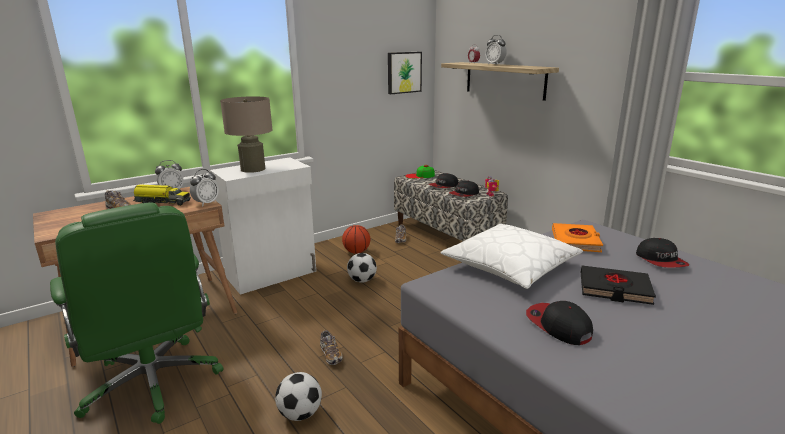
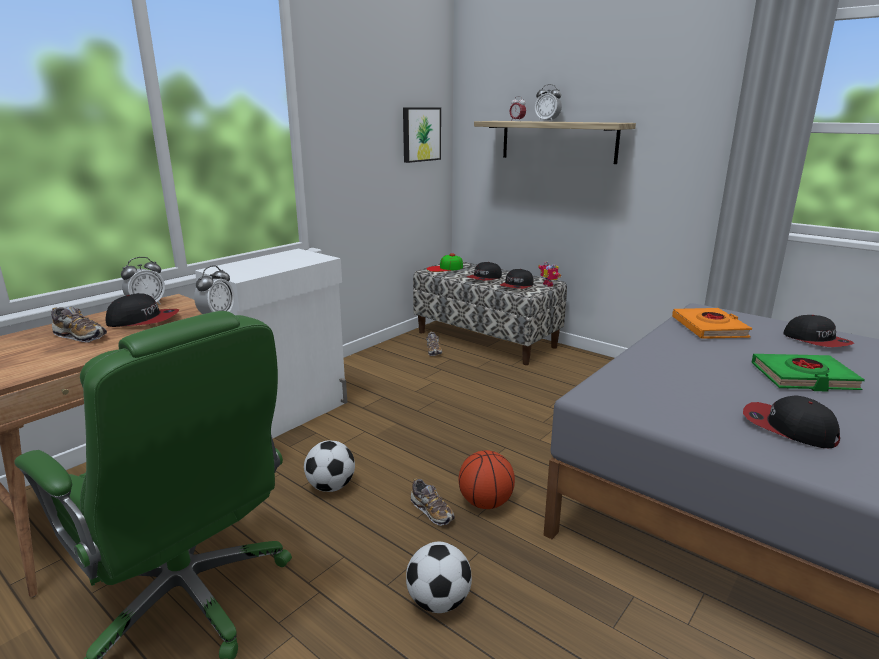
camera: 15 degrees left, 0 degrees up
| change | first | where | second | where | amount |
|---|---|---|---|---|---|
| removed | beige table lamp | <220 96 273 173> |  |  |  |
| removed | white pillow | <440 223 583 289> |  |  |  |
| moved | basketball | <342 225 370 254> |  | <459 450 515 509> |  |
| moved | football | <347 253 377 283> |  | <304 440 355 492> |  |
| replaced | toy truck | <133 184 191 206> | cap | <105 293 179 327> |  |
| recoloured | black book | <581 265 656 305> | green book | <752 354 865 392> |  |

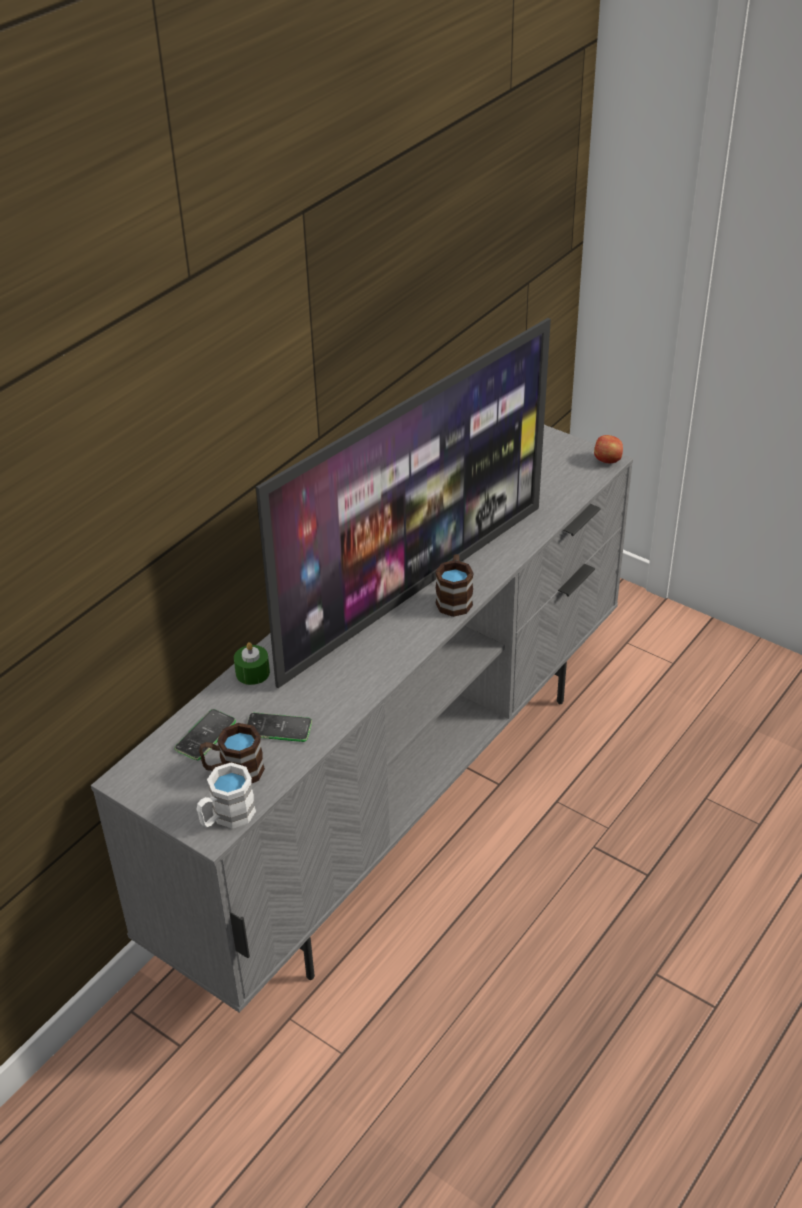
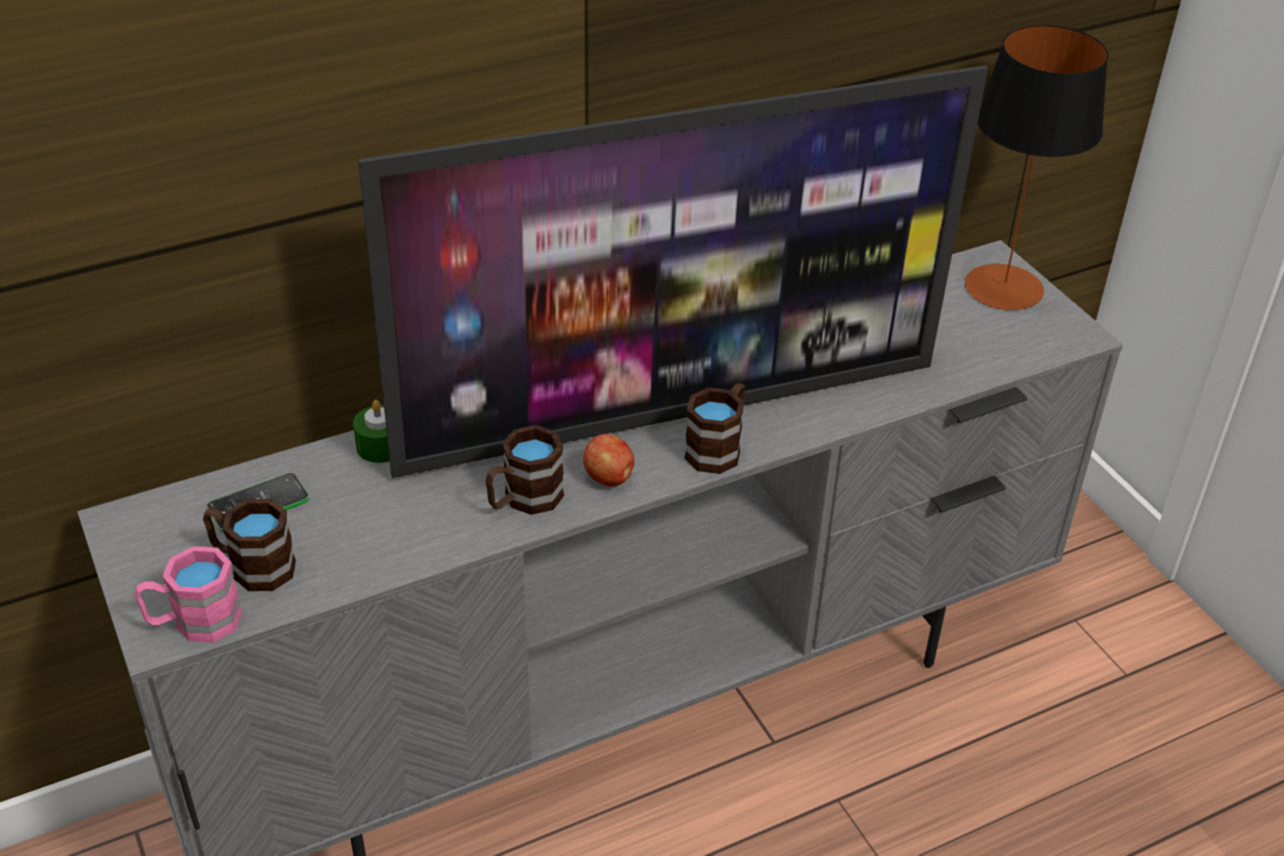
camera: 25 degrees right, 0 degrees up
| change | first | where | second | where | amount |
|---|---|---|---|---|---|
| removed | phone | <247 712 312 742> |  |  |  |
| added |  |  | brown mug | <485 425 564 515> |  |
| added |  |  | table lamp | <965 25 1108 310> |  |
| moved | apple | <594 435 623 463> |  | <583 434 634 486> |  |
| recoloured | white mug | <197 762 256 829> | pink mug | <135 546 242 643> |  |

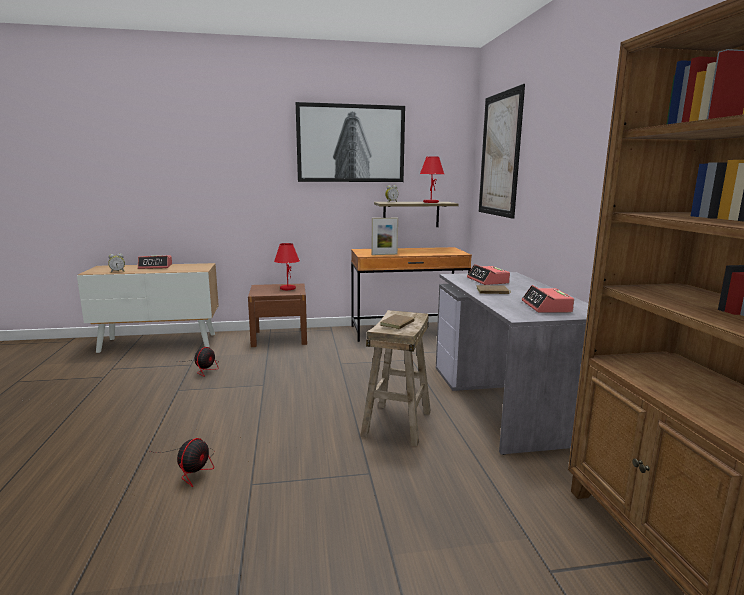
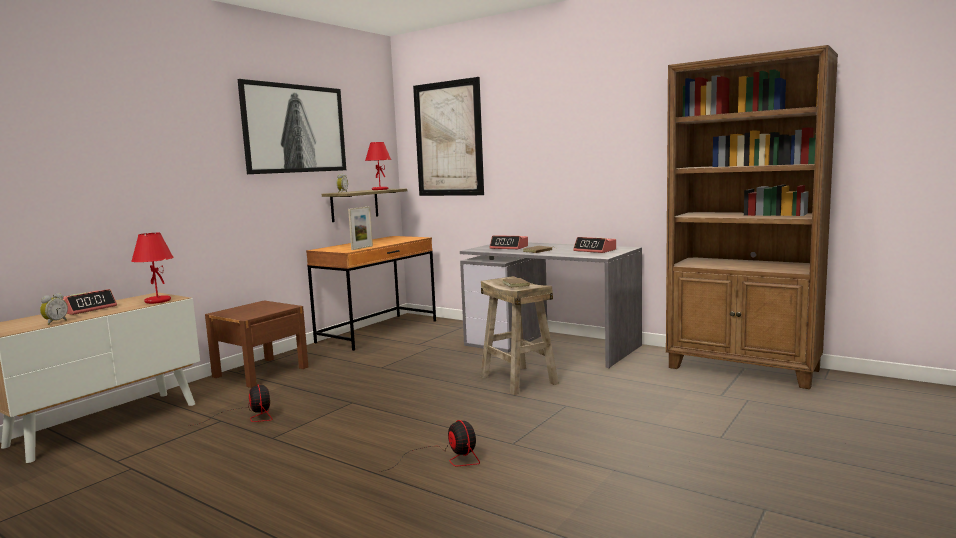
camera: 45 degrees left, 5 degrees down
| change | first | where | second | where | amount |
|---|---|---|---|---|---|
| moved | red table lamp | <274 243 300 290> |  | <131 233 174 304> |  |

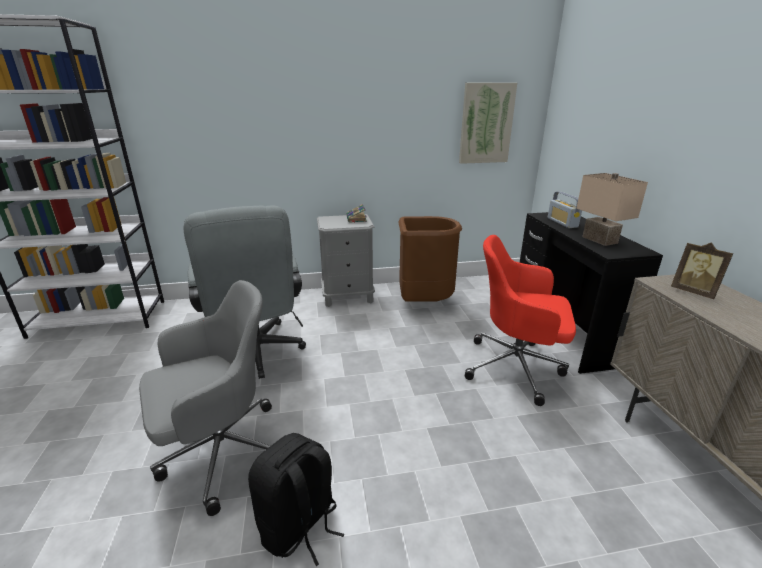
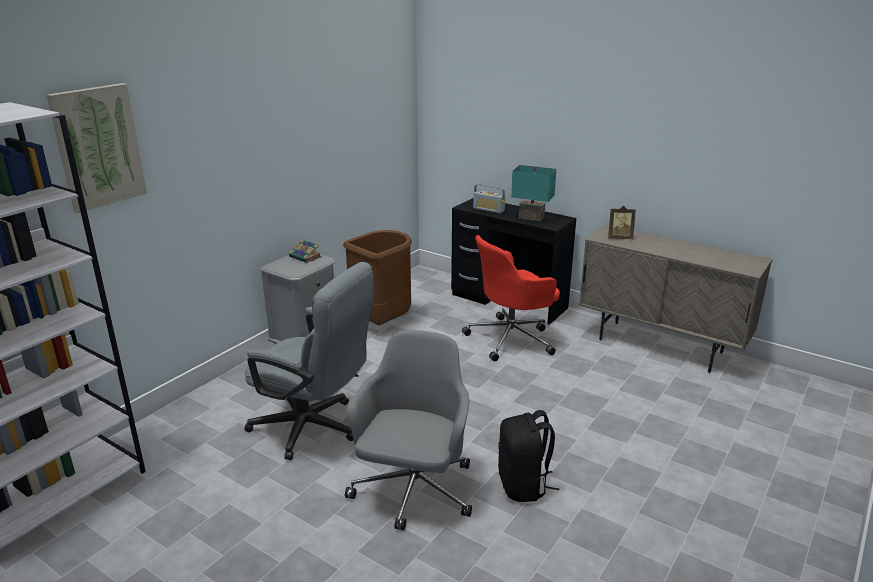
camera: 45 degrees left, 0 degrees up
| change | first | where | second | where | amount |
|---|---|---|---|---|---|
| moved | picture | <459 83 517 164> |  | <47 83 147 213> |  |
| recoloured | beige table lamp | <576 173 648 246> | turquoise table lamp | <511 165 556 221> |  |

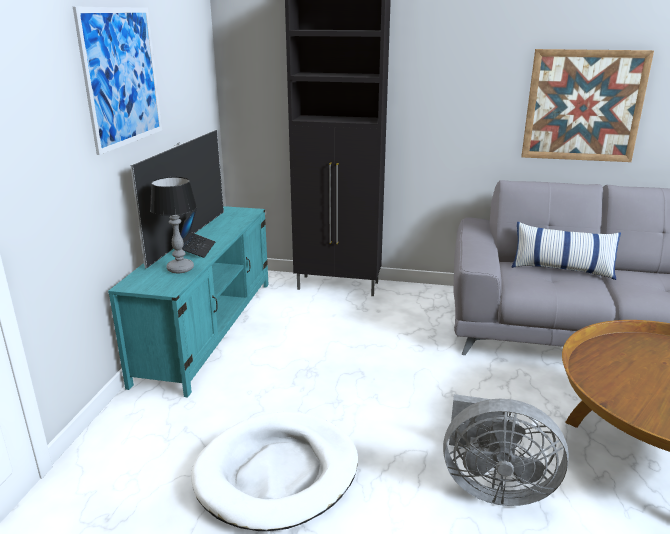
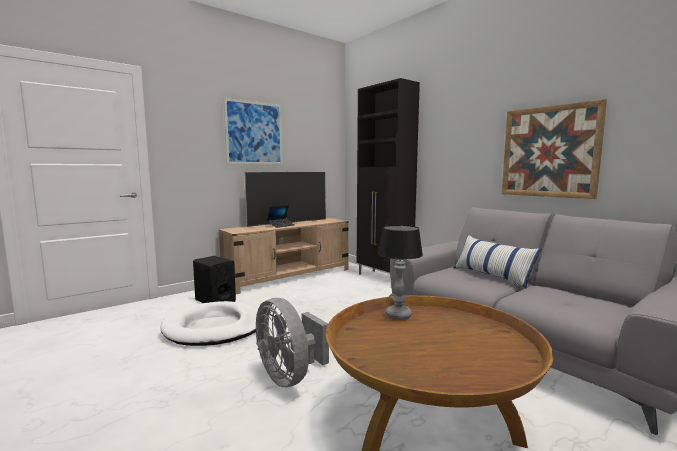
camera: 40 degrees right, 15 degrees down
| change | first | where | second | where | amount |
|---|---|---|---|---|---|
| added |  |  | black speaker | <193 256 236 303> |  |
| moved | table lamp | <150 177 197 273> |  | <378 225 423 320> |  |
| recoloured | turquoise tv stand | <108 206 269 397> | beige tv stand | <219 218 349 294> |  |

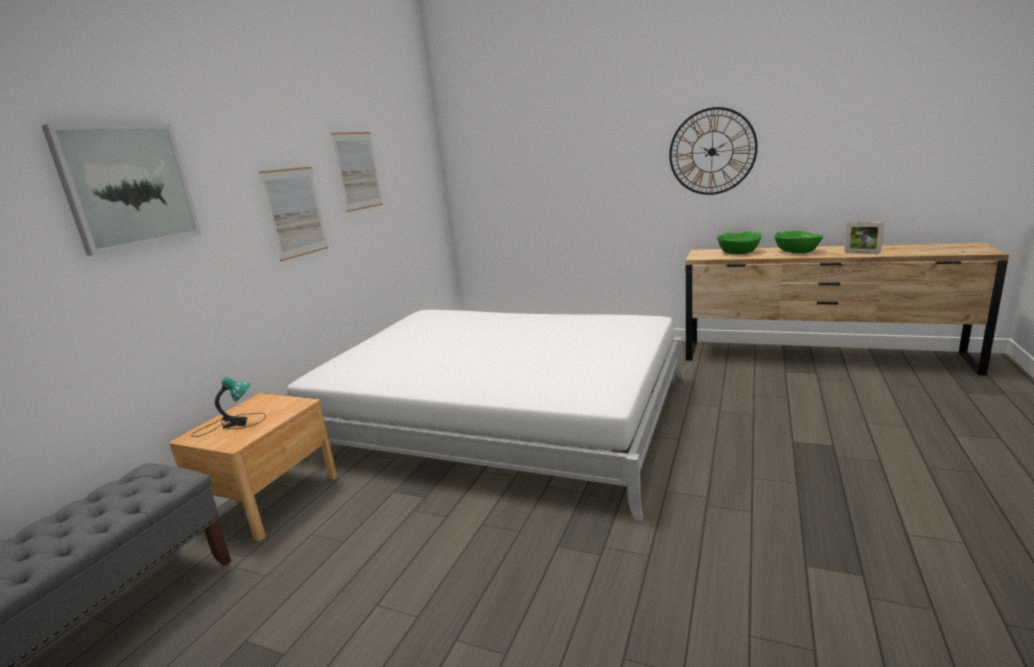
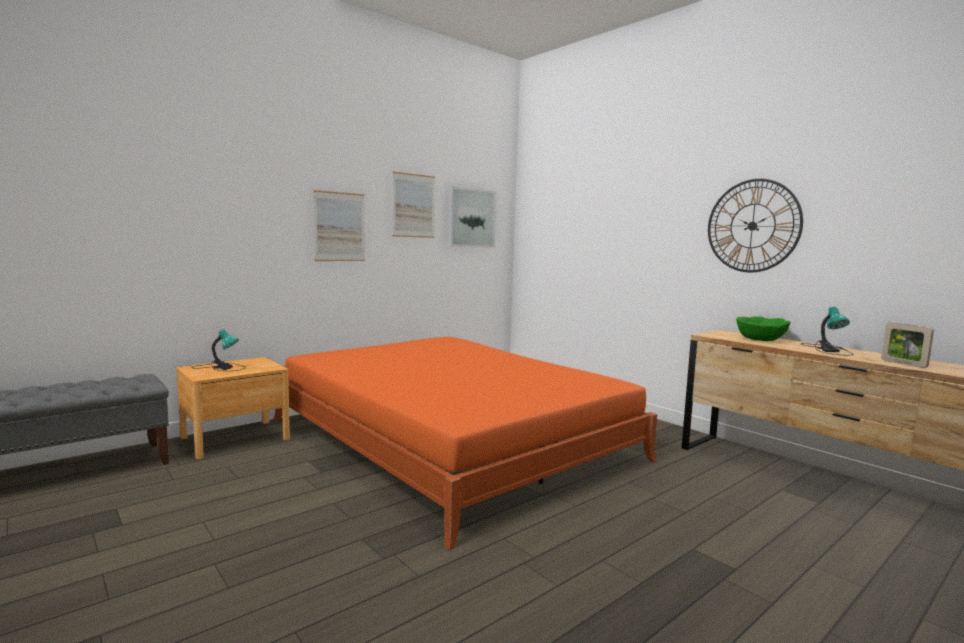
camera: 25 degrees right, 10 degrees down
| change | first | where | second | where | amount |
|---|---|---|---|---|---|
| moved | picture | <41 124 201 256> |  | <448 187 496 248> |  |
| replaced | green bowl | <774 230 823 253> | table lamp | <801 306 853 356> |  |
| recoloured | white bed | <287 310 684 522> | orange bed | <273 337 657 551> |  |

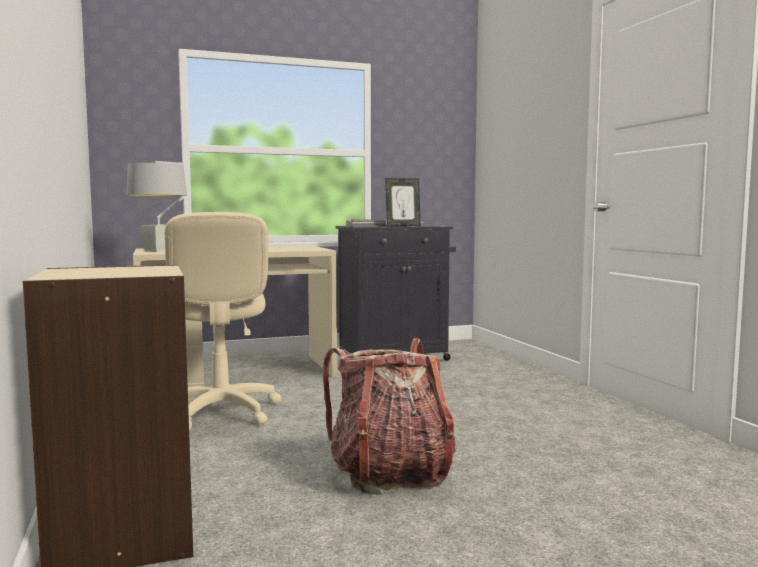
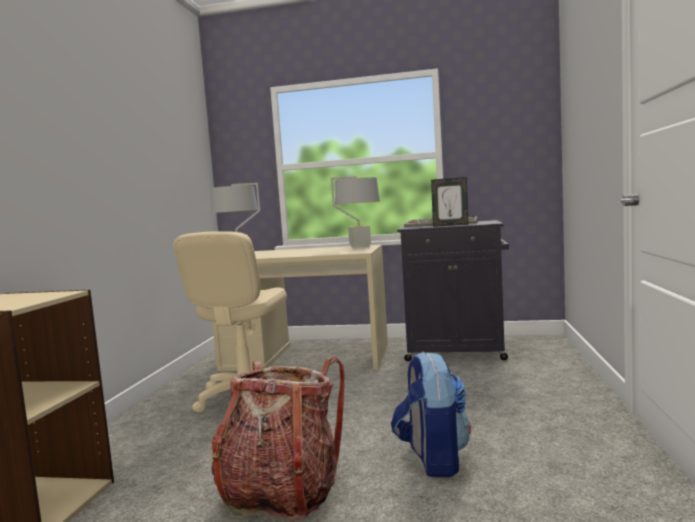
camera: 30 degrees right, 0 degrees up
| change | first | where | second | where | amount |
|---|---|---|---|---|---|
| added |  |  | grey table lamp | <331 176 380 248> |  |
| added |  |  | backpack | <391 351 471 477> |  |

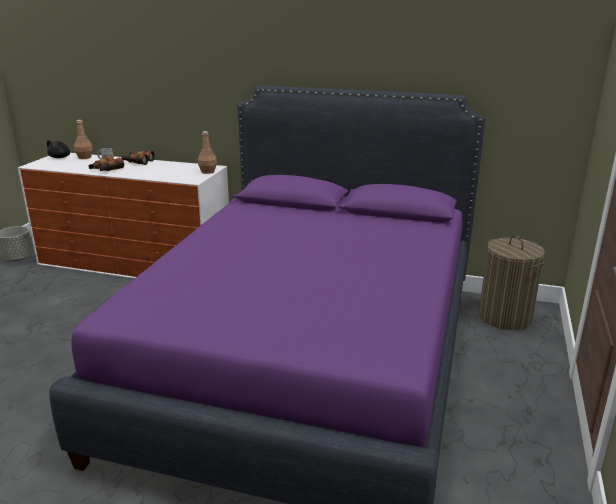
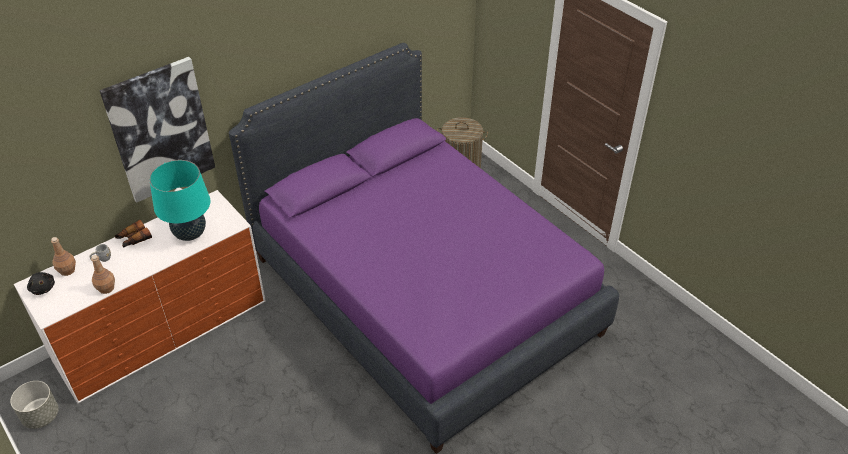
camera: 55 degrees left, 20 degrees up
| change | first | where | second | where | amount |
|---|---|---|---|---|---|
| removed | binoculars | <88 156 124 171> |  |  |  |
| added |  |  | picture | <100 57 215 203> |  |
| added |  |  | turquoise table lamp | <149 160 211 241> |  |
| moved | brown bottle | <198 131 217 174> |  | <91 255 115 294> |  |

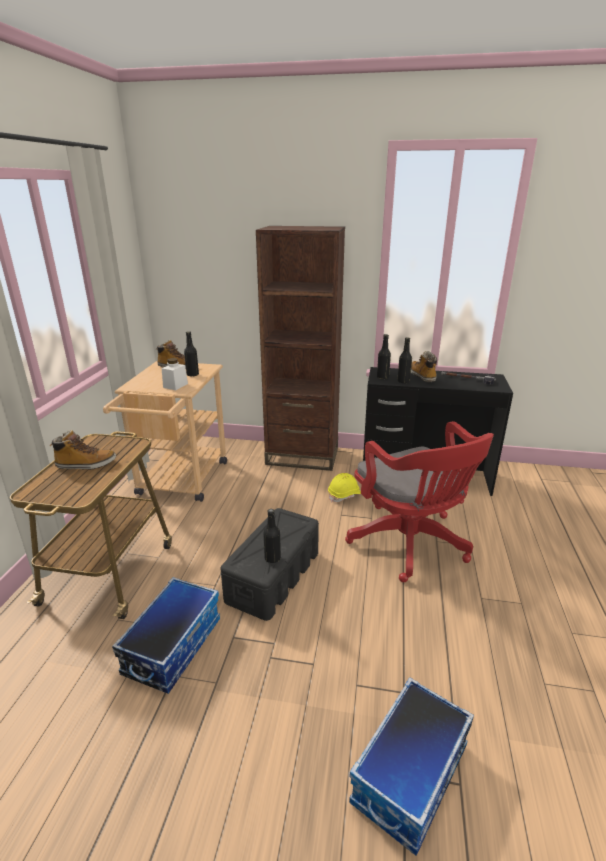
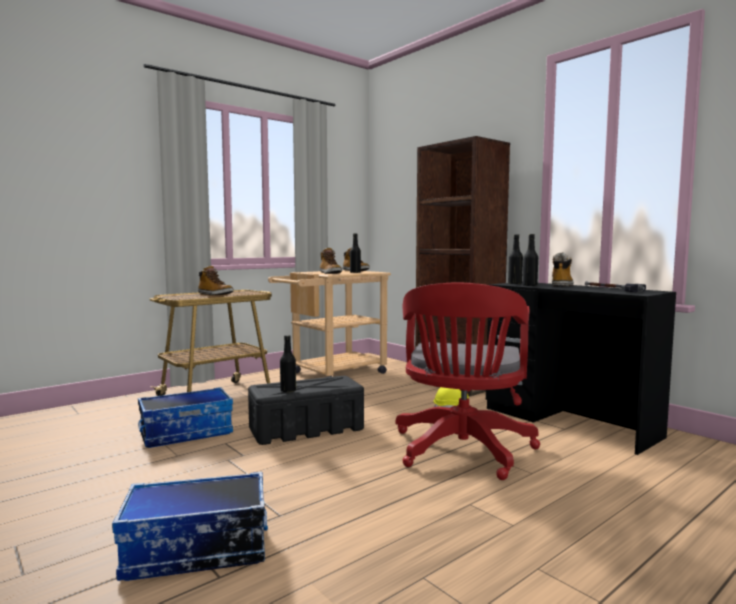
camera: 40 degrees right, 20 degrees down
| change | first | where | second | where | amount |
|---|---|---|---|---|---|
| replaced | white jar | <162 358 188 390> | boot | <320 247 342 274> |  |

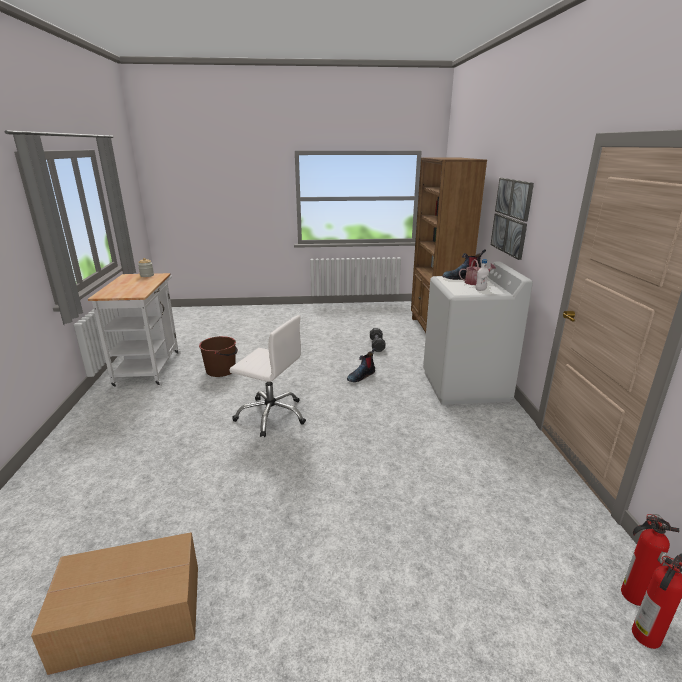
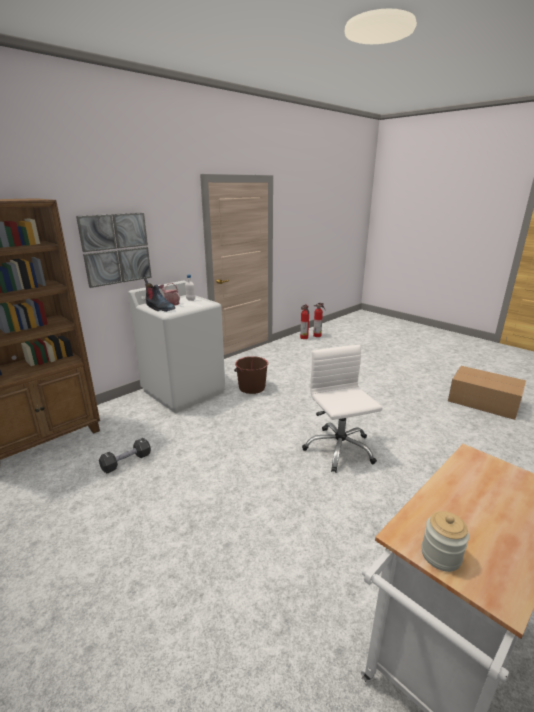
camera: 130 degrees left, 0 degrees up
| change | first | where | second | where | amount |
|---|---|---|---|---|---|
| removed | boot | <347 347 376 382> |  |  |  |
| moved | brown bucket | <199 336 238 377> |  | <234 356 268 394> |  |

